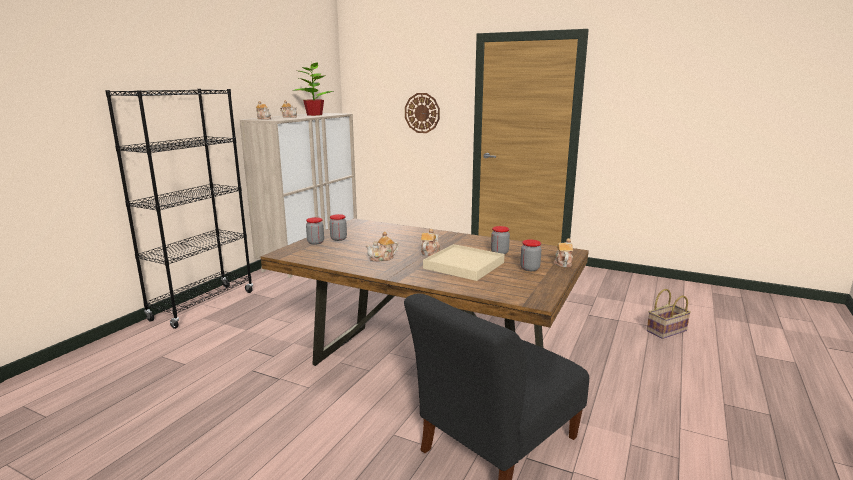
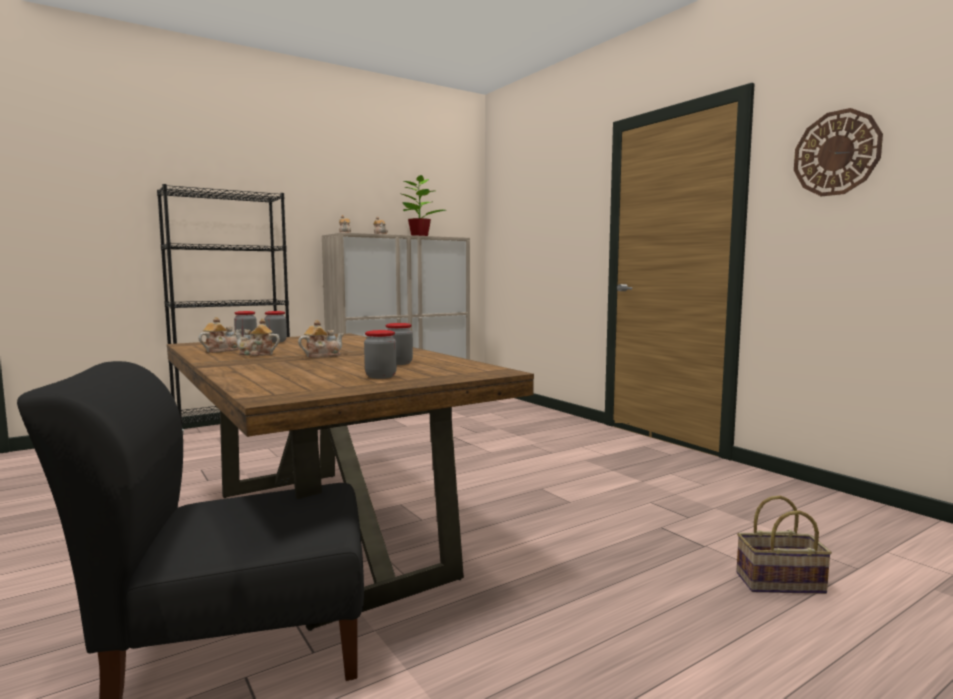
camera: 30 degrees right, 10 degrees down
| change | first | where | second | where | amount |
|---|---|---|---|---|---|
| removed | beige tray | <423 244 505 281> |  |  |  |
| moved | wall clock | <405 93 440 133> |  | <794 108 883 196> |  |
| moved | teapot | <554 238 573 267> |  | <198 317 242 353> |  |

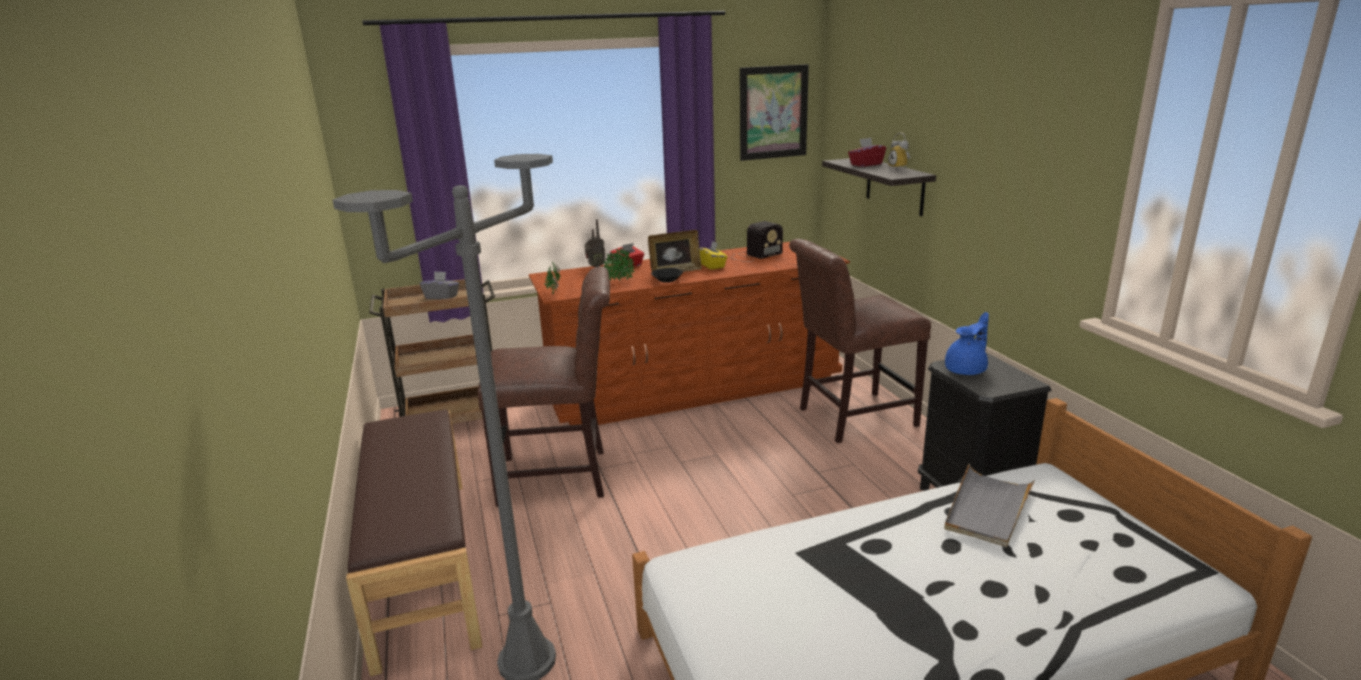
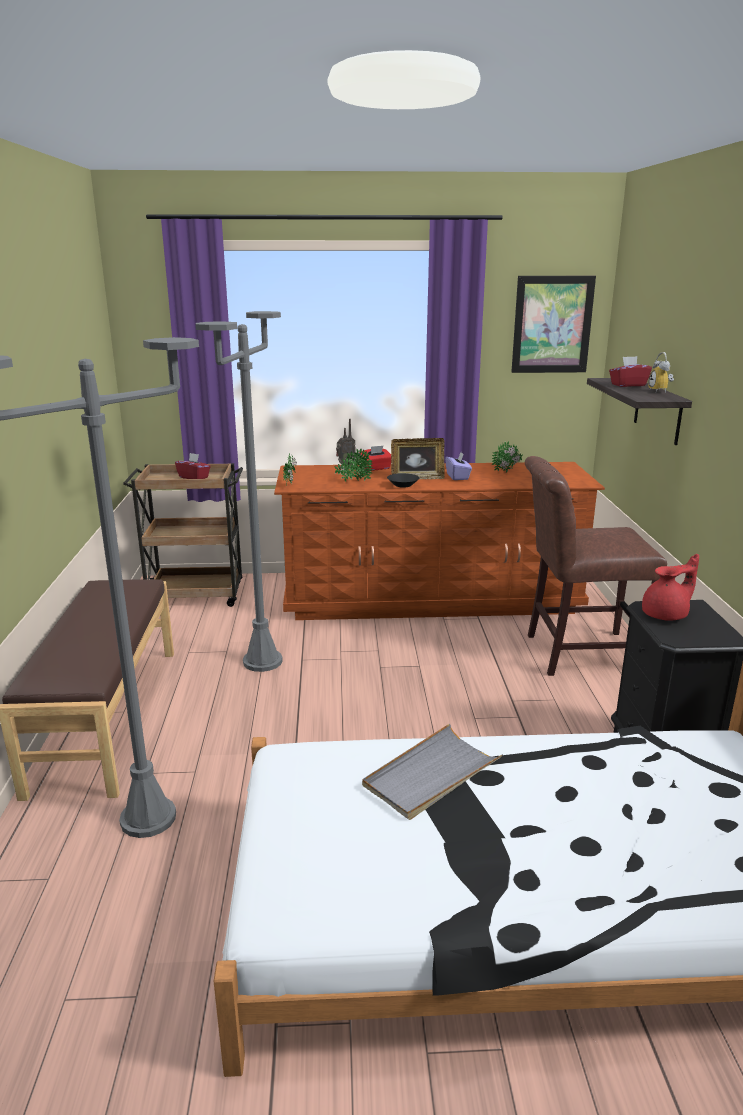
camera: 15 degrees right, 0 degrees up
| change | first | where | second | where | amount |
|---|---|---|---|---|---|
| moved | grey tray | <944 464 1035 547> |  | <362 723 503 820> |  |
| replaced | brown chair | <478 266 610 507> | grey floor lamp | <195 311 283 672> |  |
| replaced | radio | <731 221 783 262> | potted plant | <492 441 523 473> |  |
| recoloured | grey tissue box | <420 271 459 300> | red tissue box | <175 453 211 479> |  |
| recoloured | yellow tissue box | <699 241 728 270> | purple tissue box | <445 452 472 480> |  |
| recoloured | blue teapot | <945 312 989 375> | red teapot | <642 554 699 621> |  |

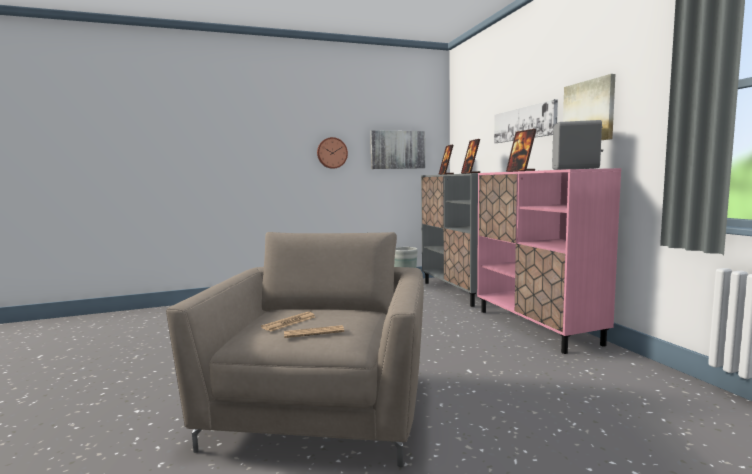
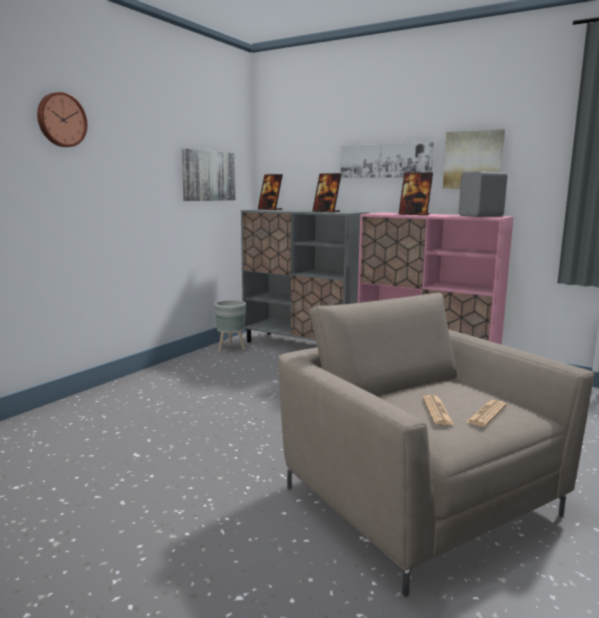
camera: 40 degrees left, 5 degrees up
| change | first | where | second | where | amount |
|---|---|---|---|---|---|
| moved | wall clock | <317 137 348 169> |  | <37 92 87 147> |  |

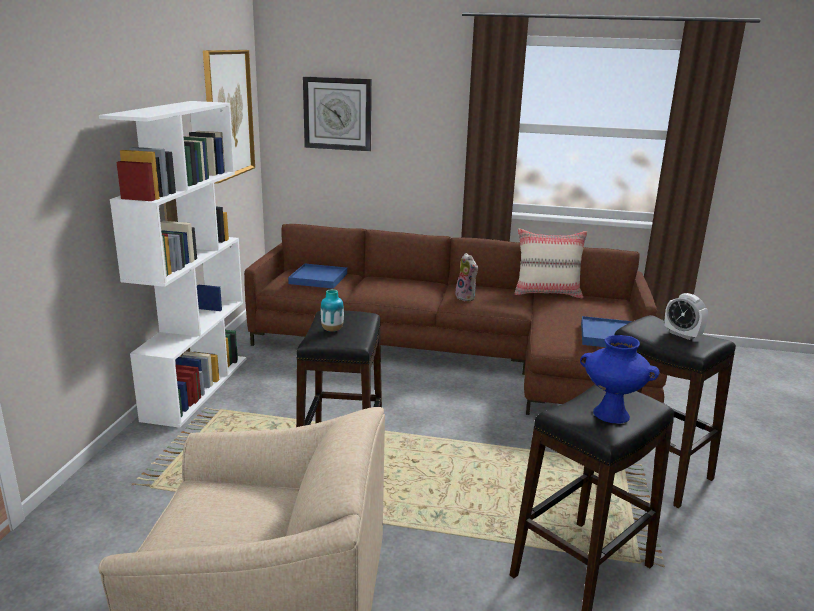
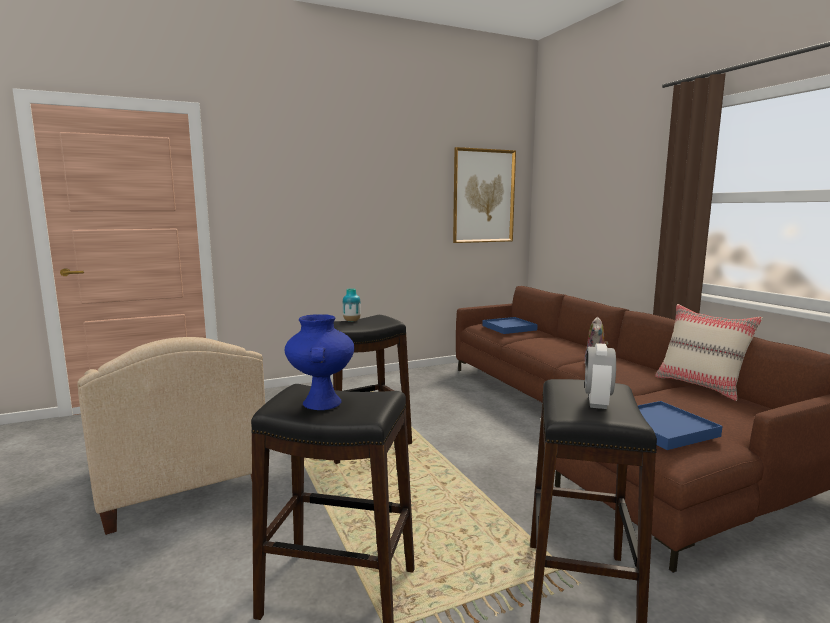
camera: 55 degrees right, 10 degrees down
| change | first | where | second | where | amount |
|---|---|---|---|---|---|
| removed | white bookcase | <99 101 246 428> |  |  |  |
| removed | wall clock | <303 76 372 151> |  |  |  |

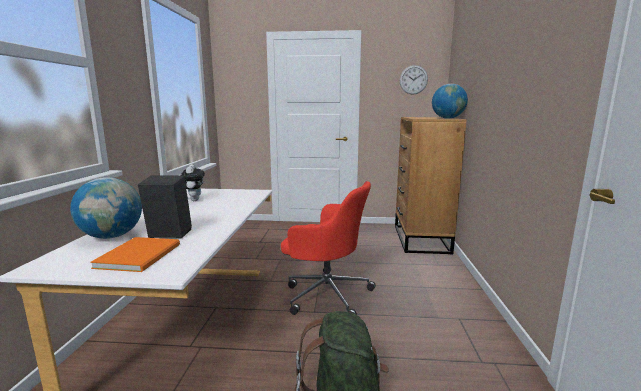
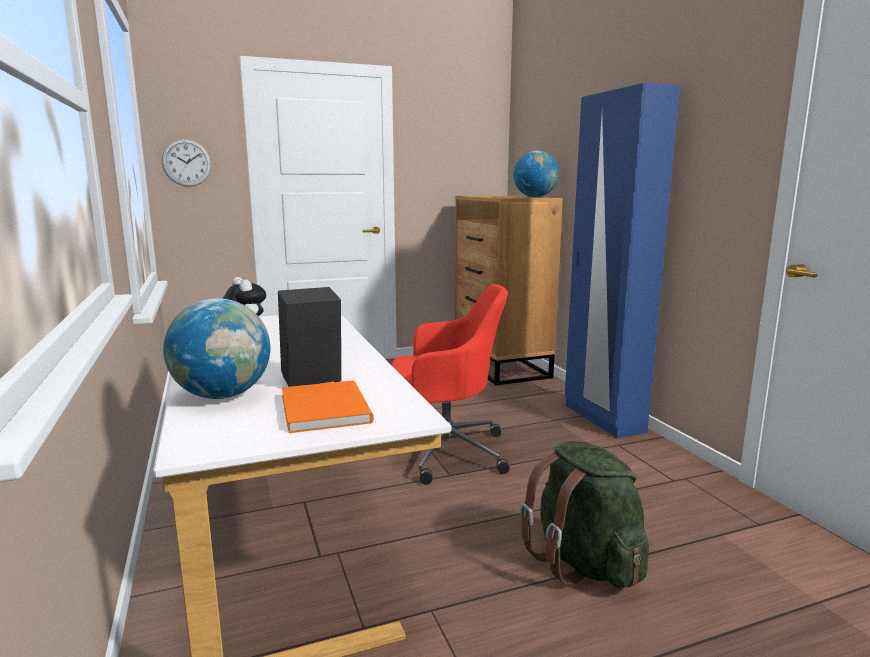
camera: 25 degrees left, 0 degrees up
| change | first | where | second | where | amount |
|---|---|---|---|---|---|
| added |  |  | blue wardrobe | <565 83 680 438> |  |
| moved | wall clock | <400 65 428 95> |  | <162 139 212 187> |  |

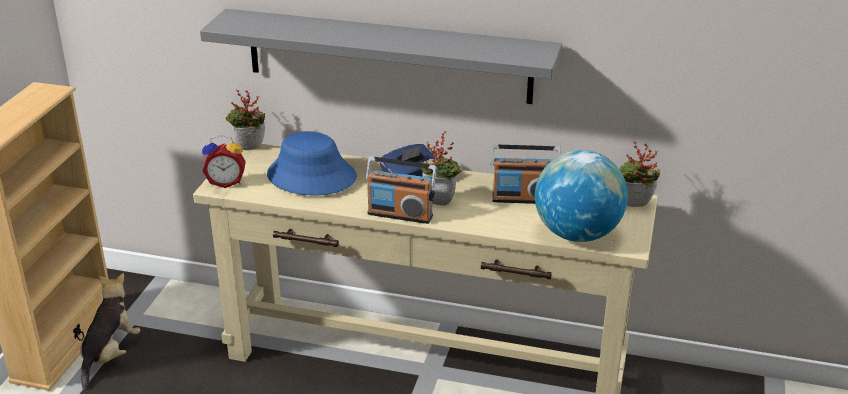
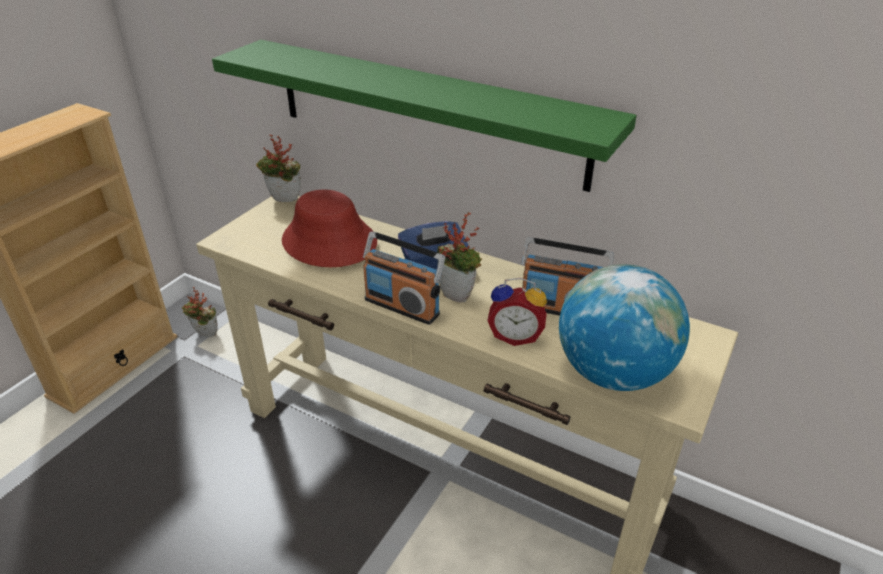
camera: 15 degrees right, 5 degrees up
| change | first | where | second | where | amount |
|---|---|---|---|---|---|
| removed | plush toy | <80 273 141 390> |  |  |  |
| moved | alarm clock | <202 135 246 188> |  | <487 278 547 346> |  |
| moved | potted plant | <619 141 660 207> |  | <182 287 218 337> |  |
| recoloured | grey shelf | <200 9 562 104> | green shelf | <212 40 637 192> |  |
| recoloured | blue hat | <267 131 357 195> | red hat | <282 189 377 267> |  |

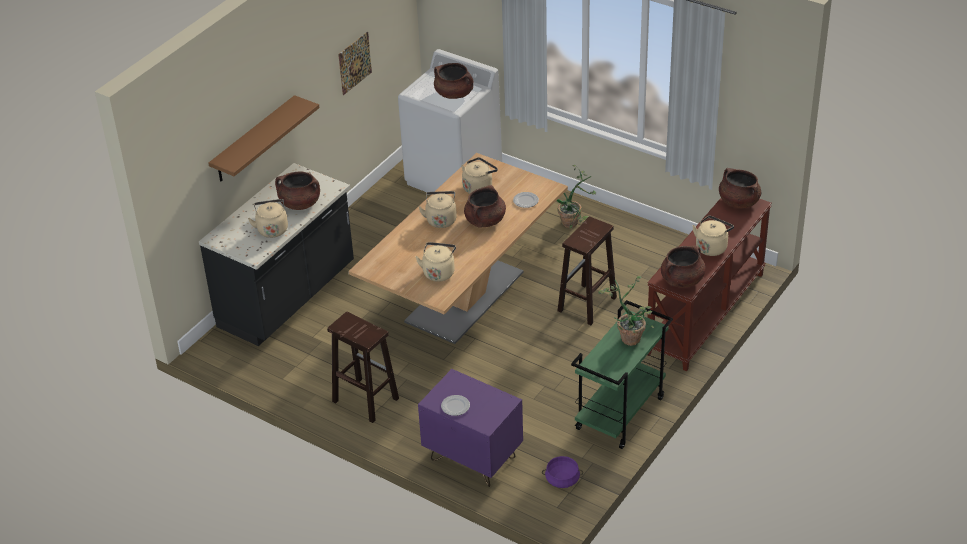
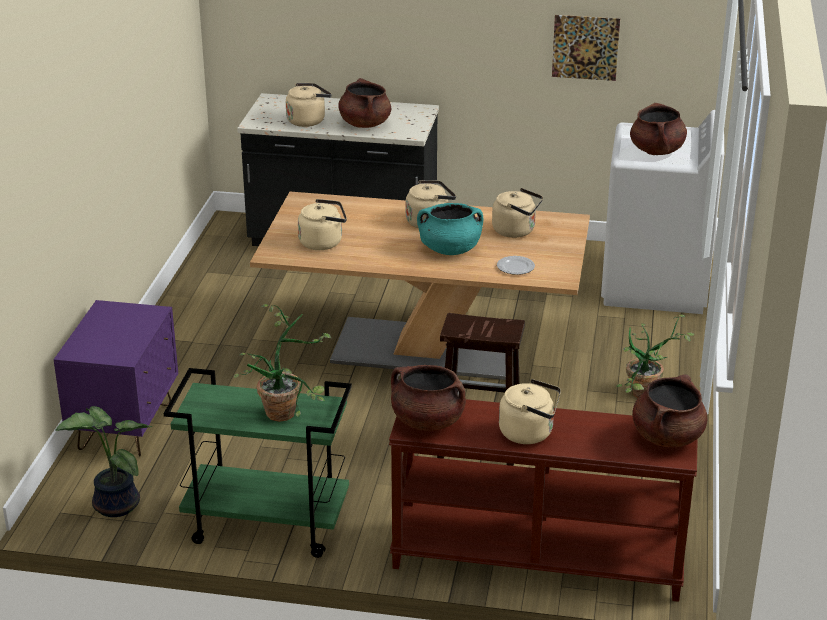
camera: 65 degrees right, 10 degrees down
| change | first | where | second | where | amount |
|---|---|---|---|---|---|
| removed | brown shelf | <208 95 319 182> |  |  |  |
| removed | brown stool | <327 311 399 423> |  |  |  |
| removed | plate | <441 395 470 416> |  |  |  |
| replaced | purple cooking pot | <542 456 583 488> | potted plant | <56 406 152 517> |  |
| recoloured | brown cooking pot | <464 185 506 228> | turquoise cooking pot | <417 203 483 255> |  |

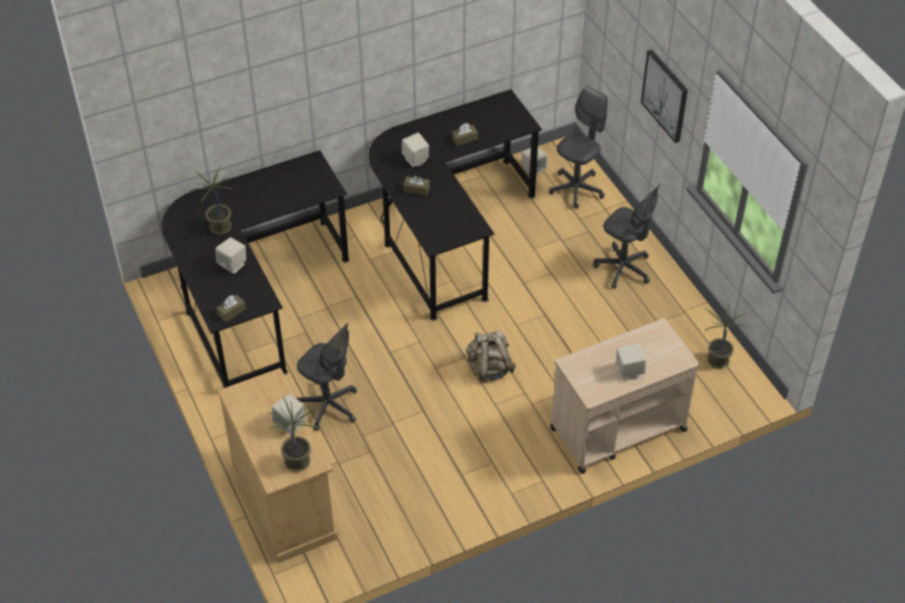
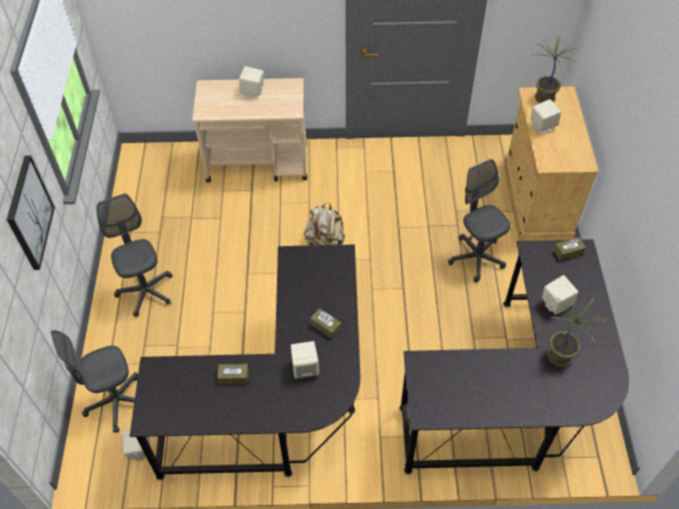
camera: 155 degrees left, 5 degrees up
| change | first | where | second | where | amount |
|---|---|---|---|---|---|
| removed | potted plant | <704 303 748 368> |  |  |  |

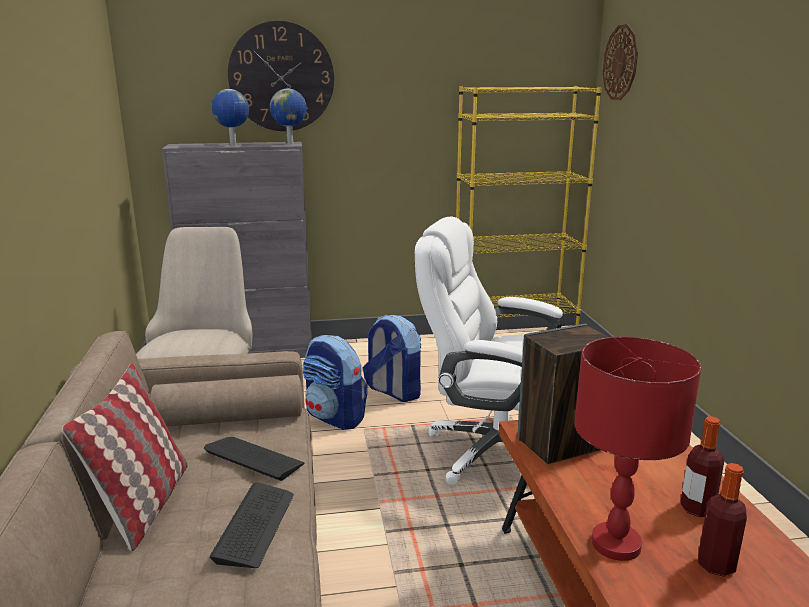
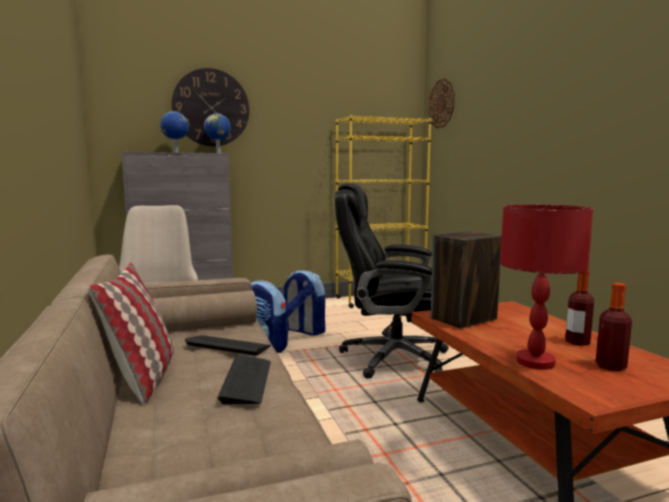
camera: 10 degrees left, 10 degrees down
| change | first | where | second | where | amount |
|---|---|---|---|---|---|
| recoloured | white office chair | <415 217 563 485> | black office chair | <335 183 449 378> |  |

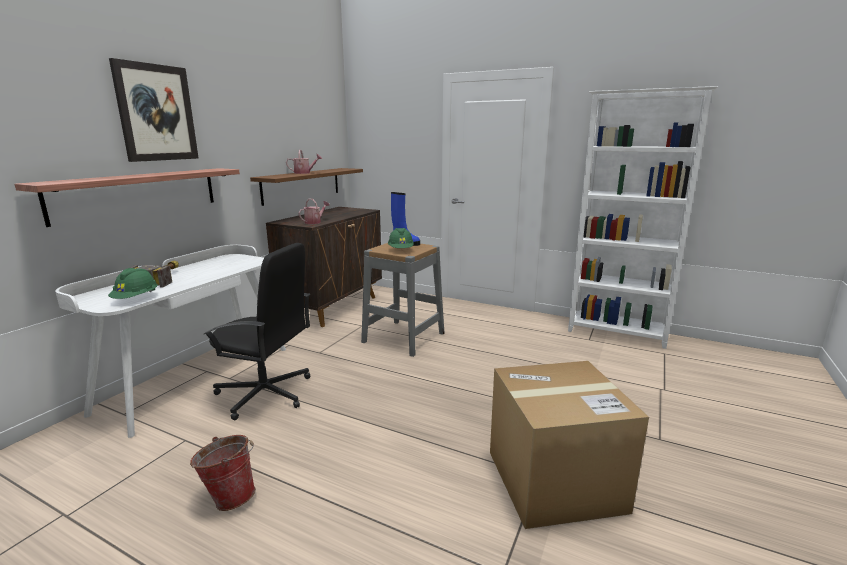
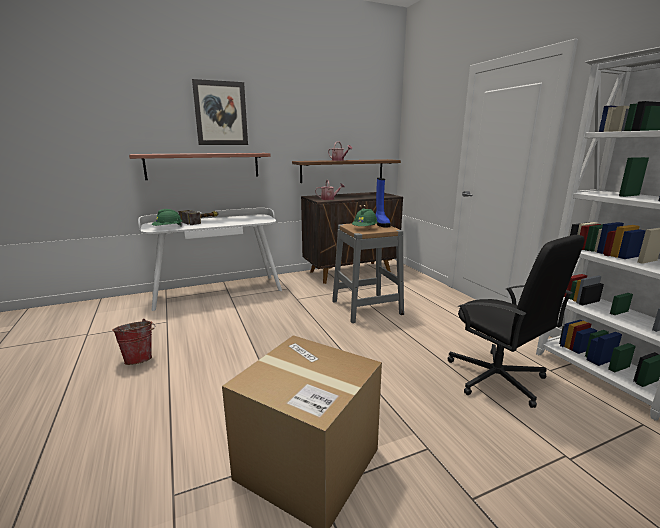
camera: 40 degrees right, 0 degrees up
| change | first | where | second | where | amount |
|---|---|---|---|---|---|
| moved | black office chair | <204 243 310 420> |  | <448 235 584 408> |  |

